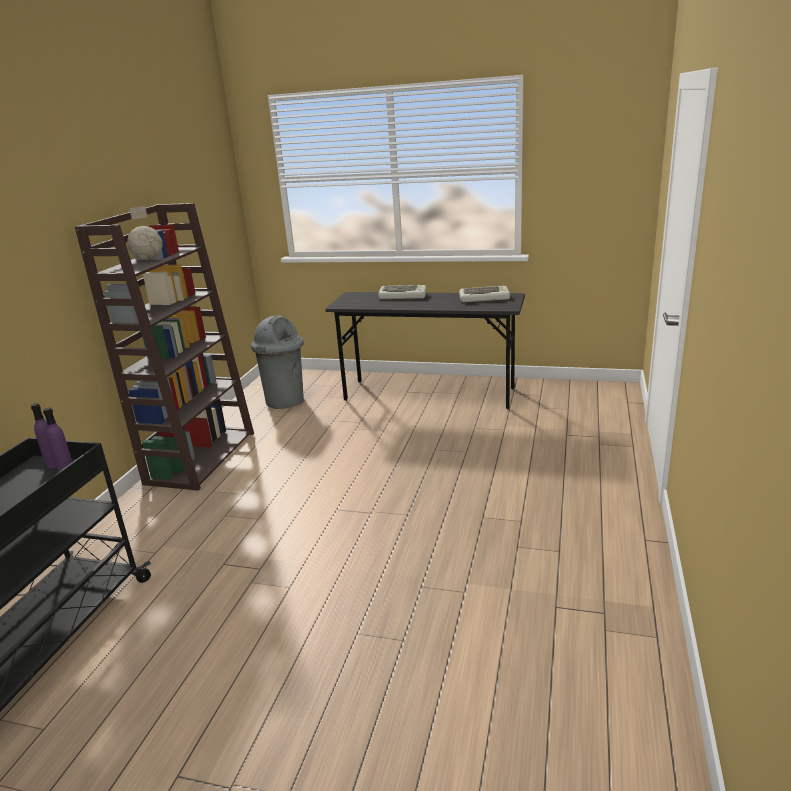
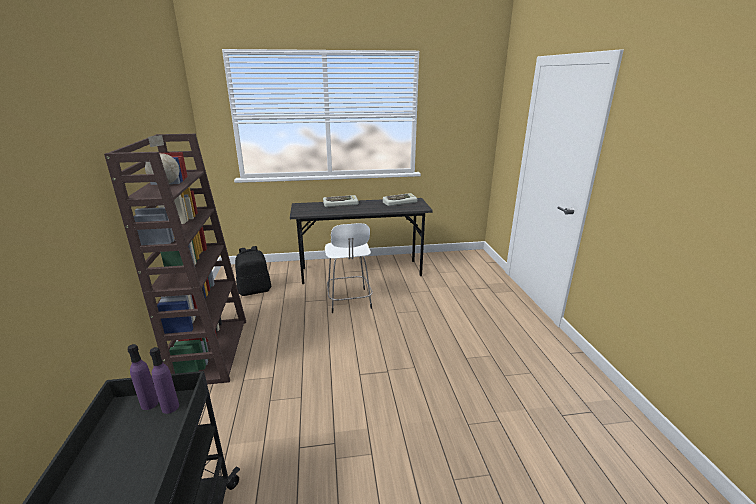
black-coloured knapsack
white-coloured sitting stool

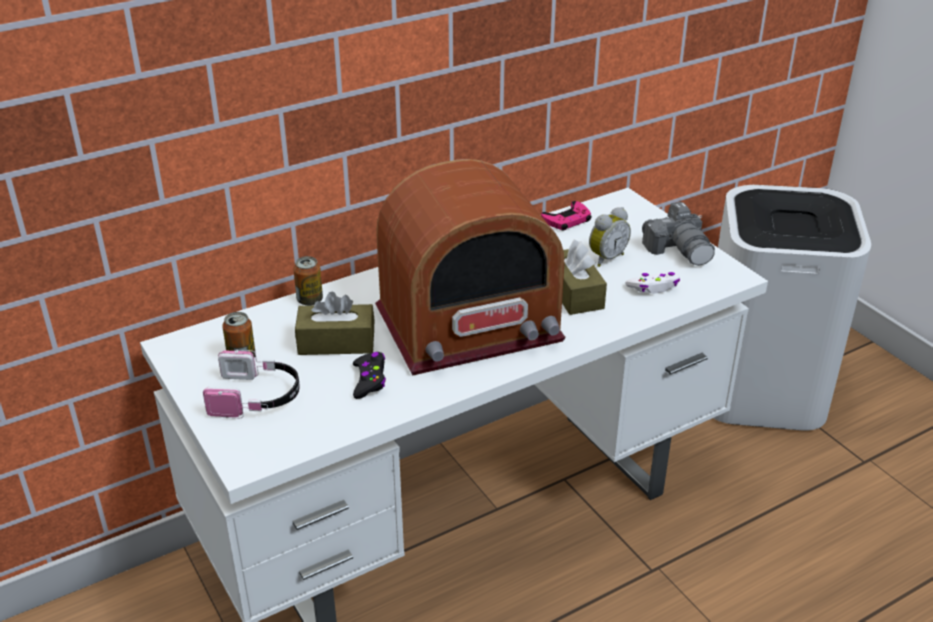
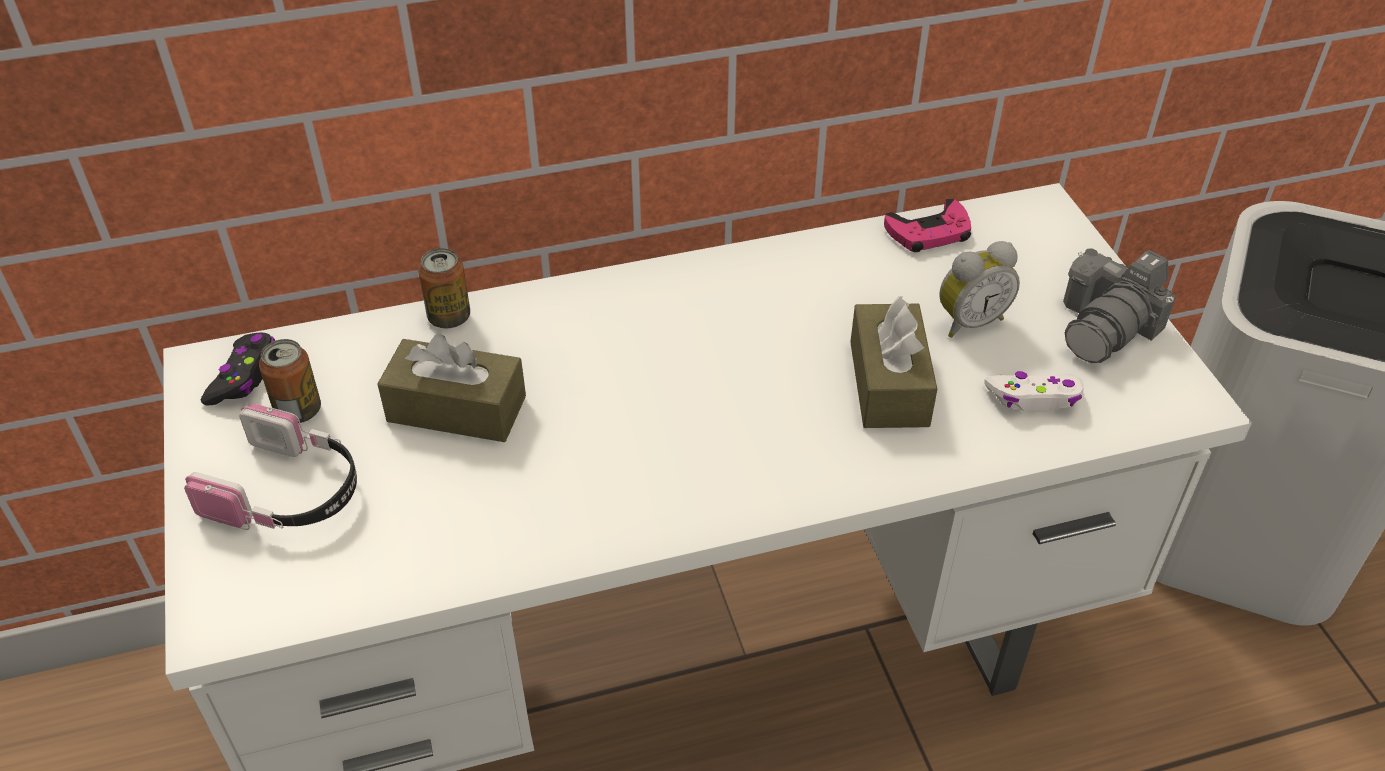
black-coloured gamepad
radio set
still camera

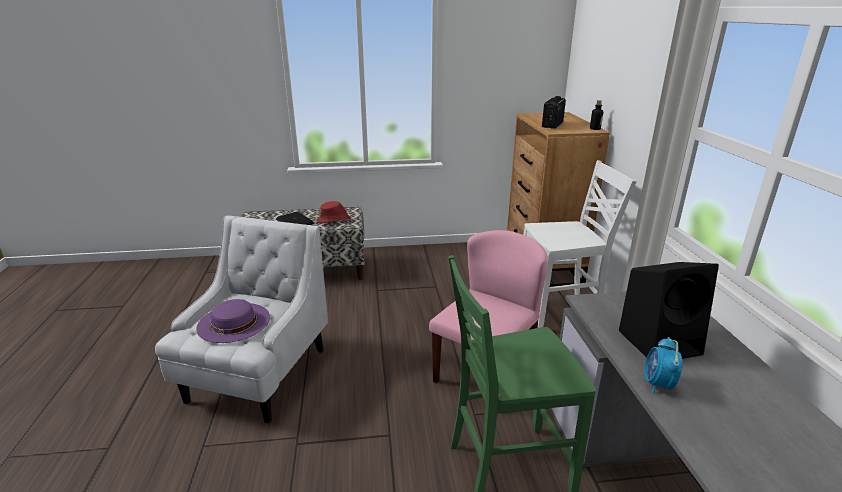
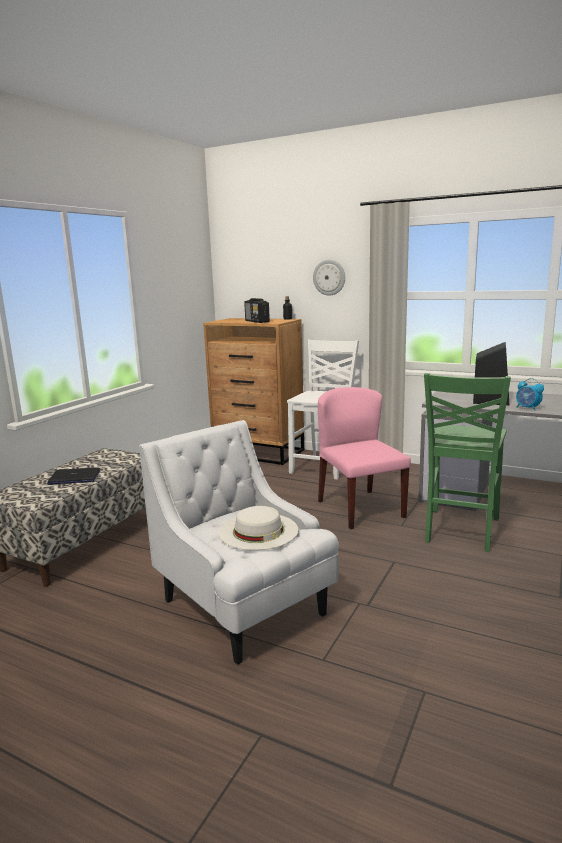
white-coloured hat
reddish hat
clock on the wall

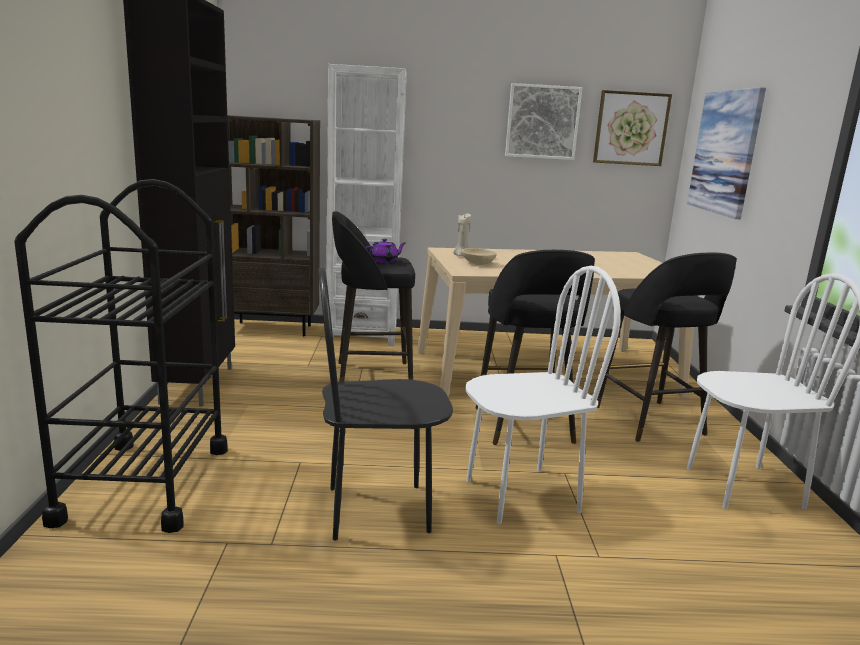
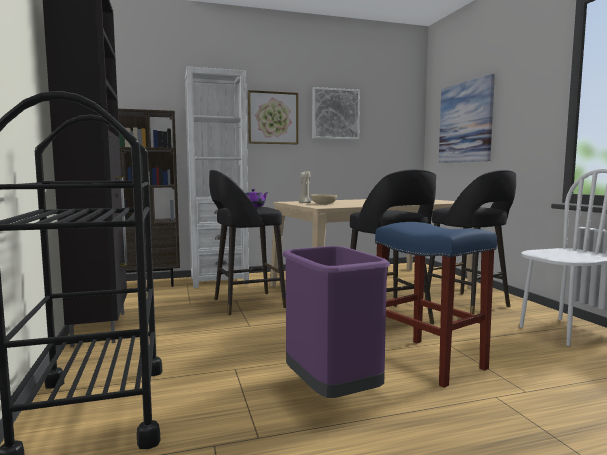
purple trash can
blue sitting stool
picture (1st from left)

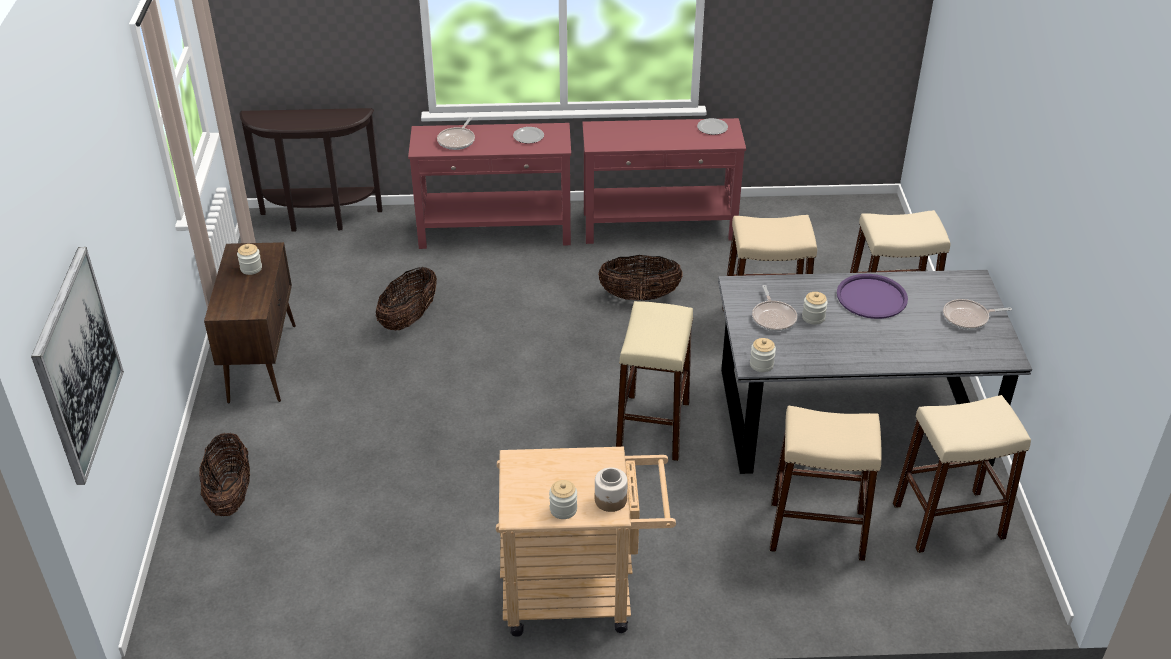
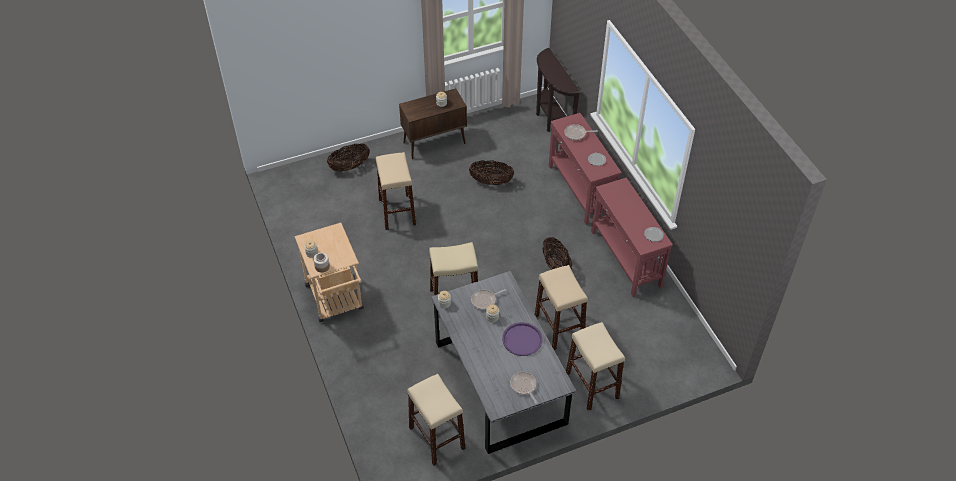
picture
beige-coloured sitting stool (1st from left)

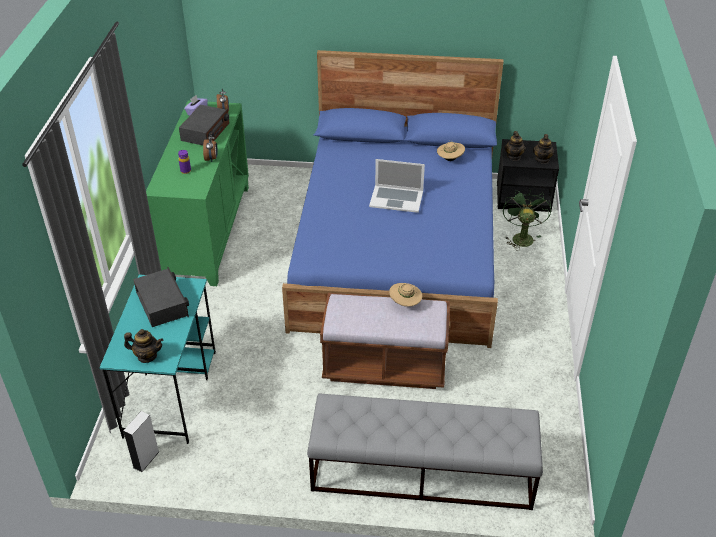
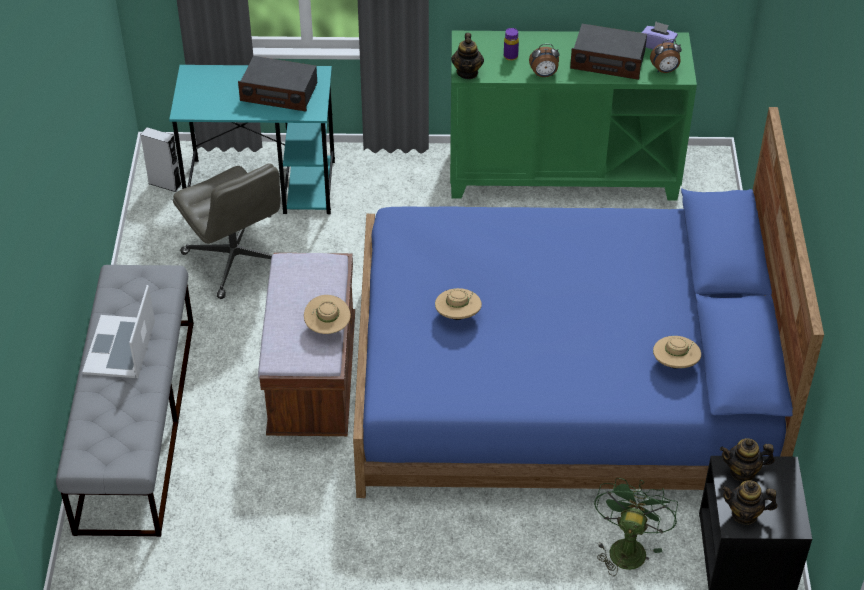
tea pot (1st from left)
radio set (1st from left)
laptop
greenish electric fan
greyish desk chair
beige-coloured hat (2nd from left)

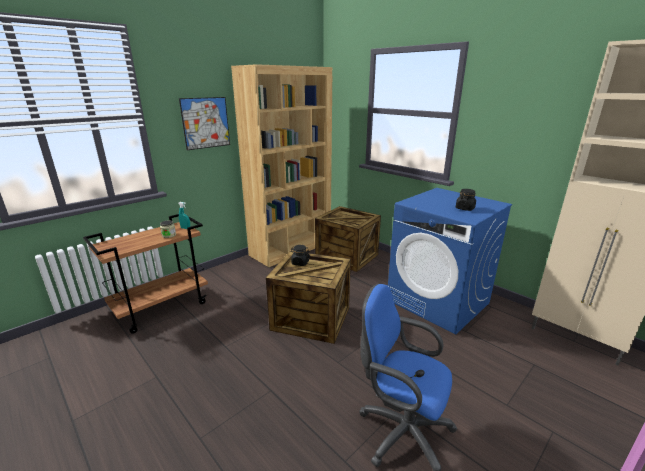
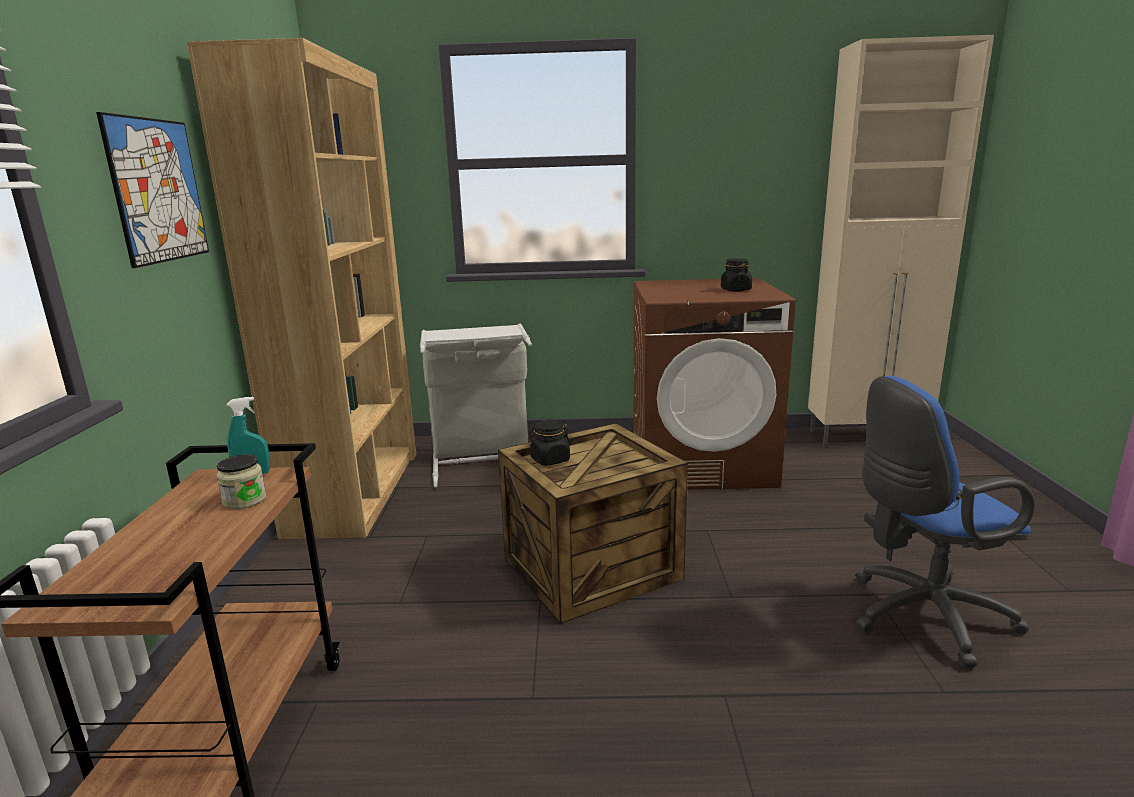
greyish laundry basket
brown washing machine

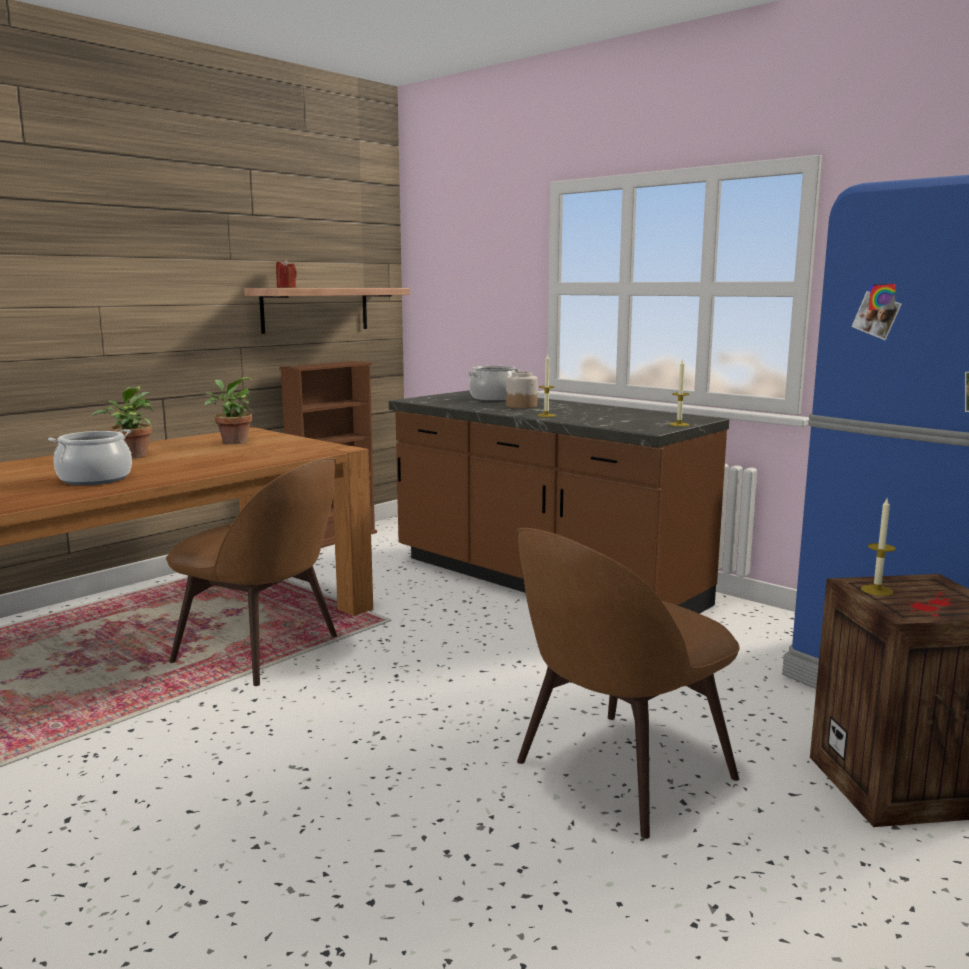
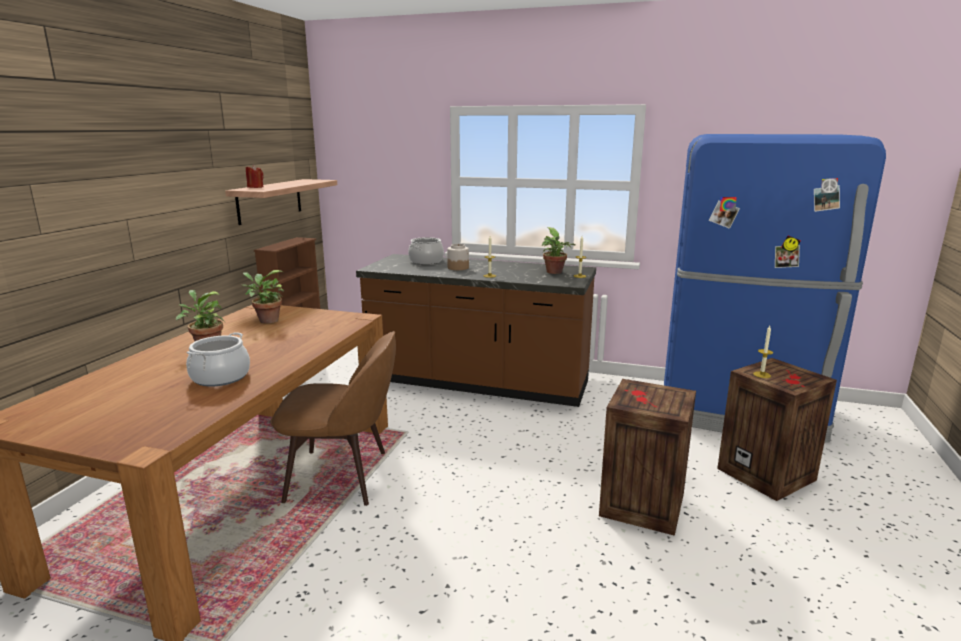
crate (1st from left)
plant in a pot (3rd from left)

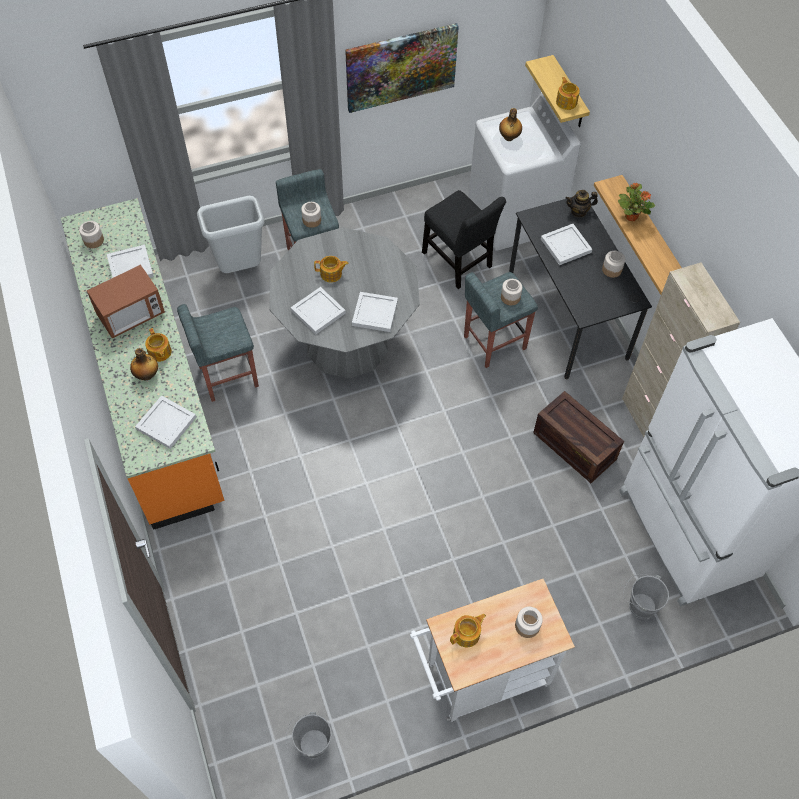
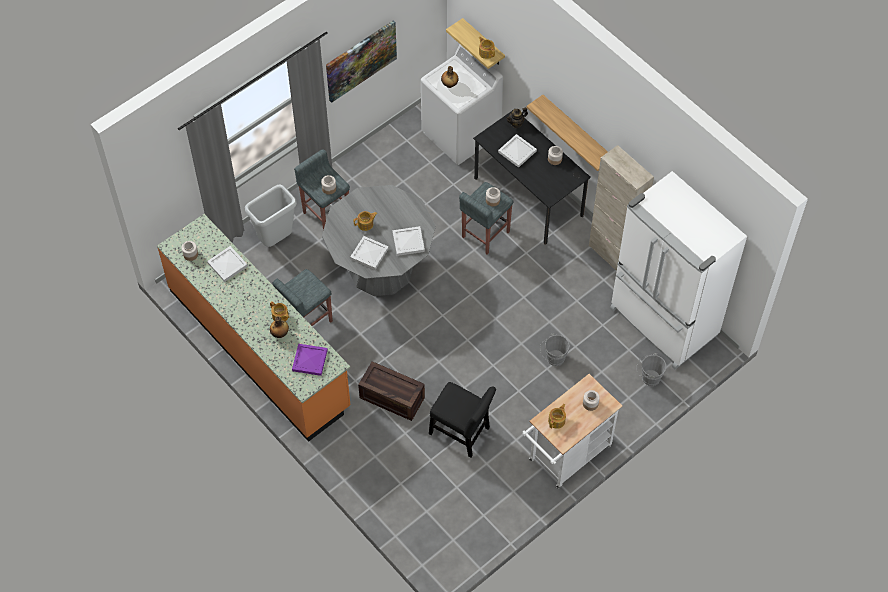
microwave
purple serving tray
greyish bucket (1st from left)
black-coloured upright chair
crate
plant in a pot

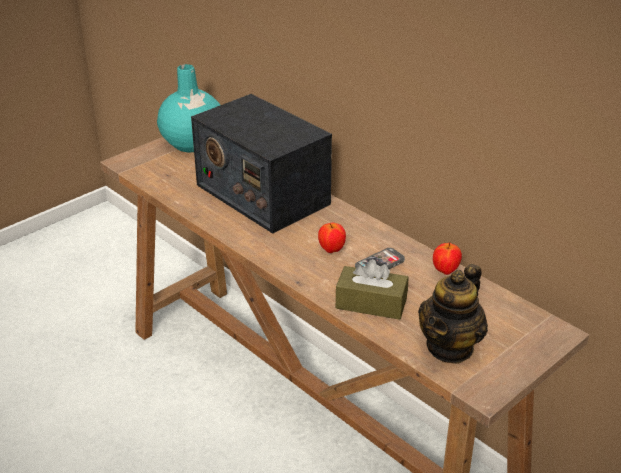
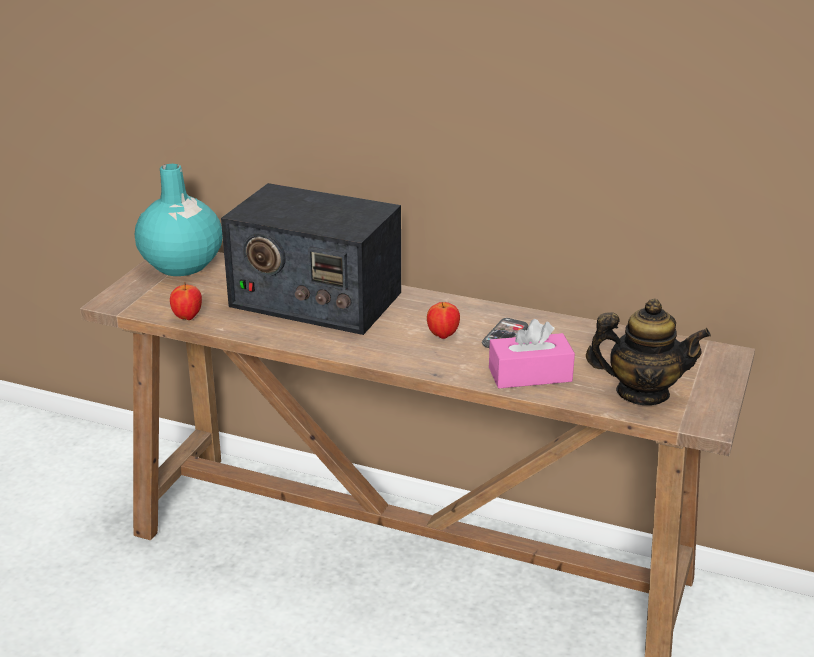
pink-coloured tissue holder
tea pot
apple (1st from left)

